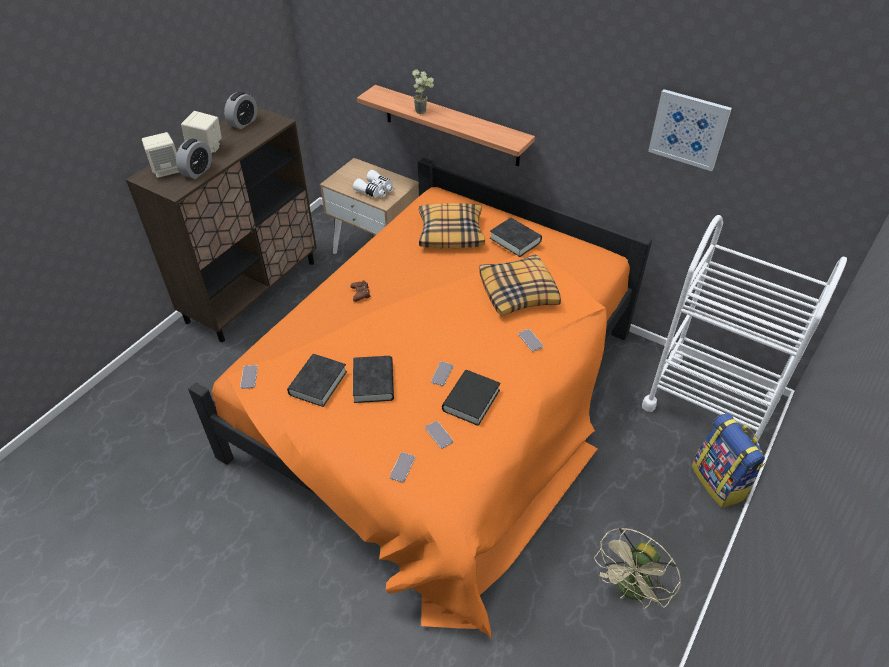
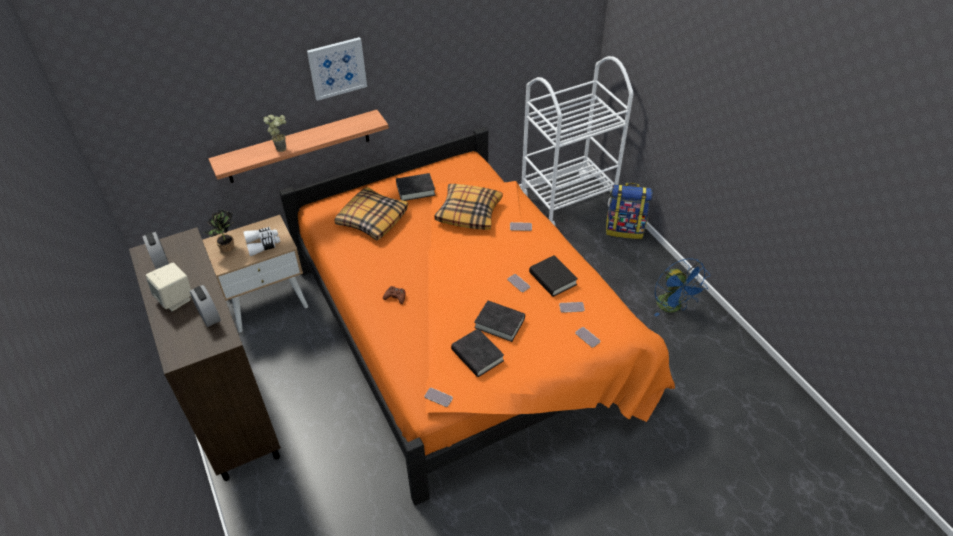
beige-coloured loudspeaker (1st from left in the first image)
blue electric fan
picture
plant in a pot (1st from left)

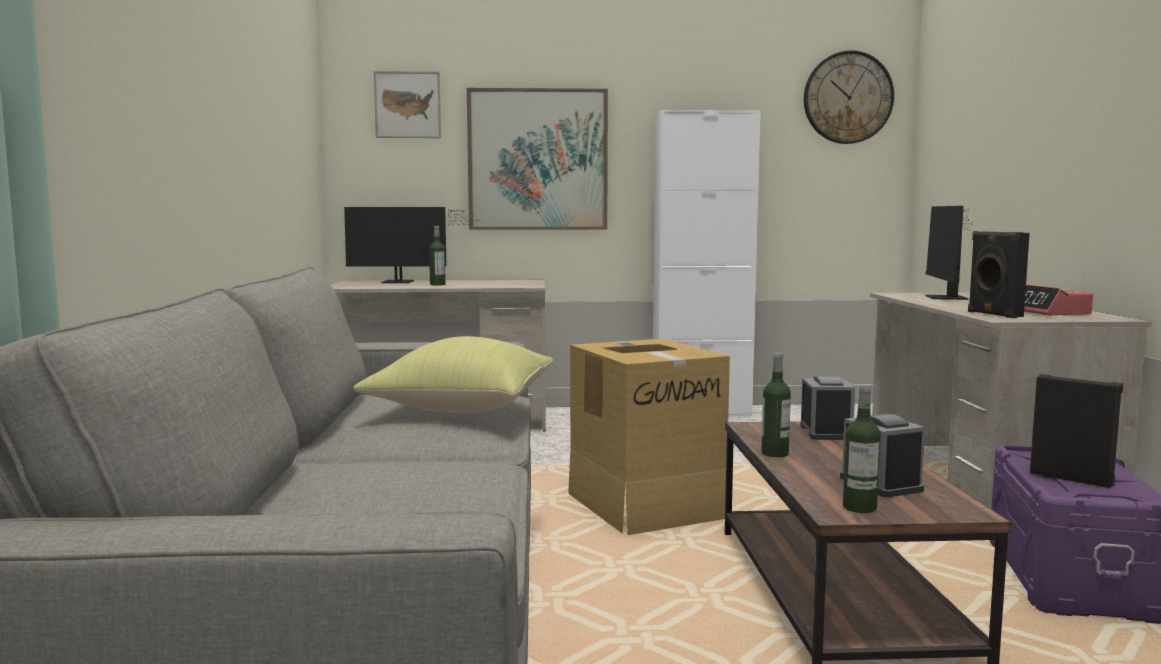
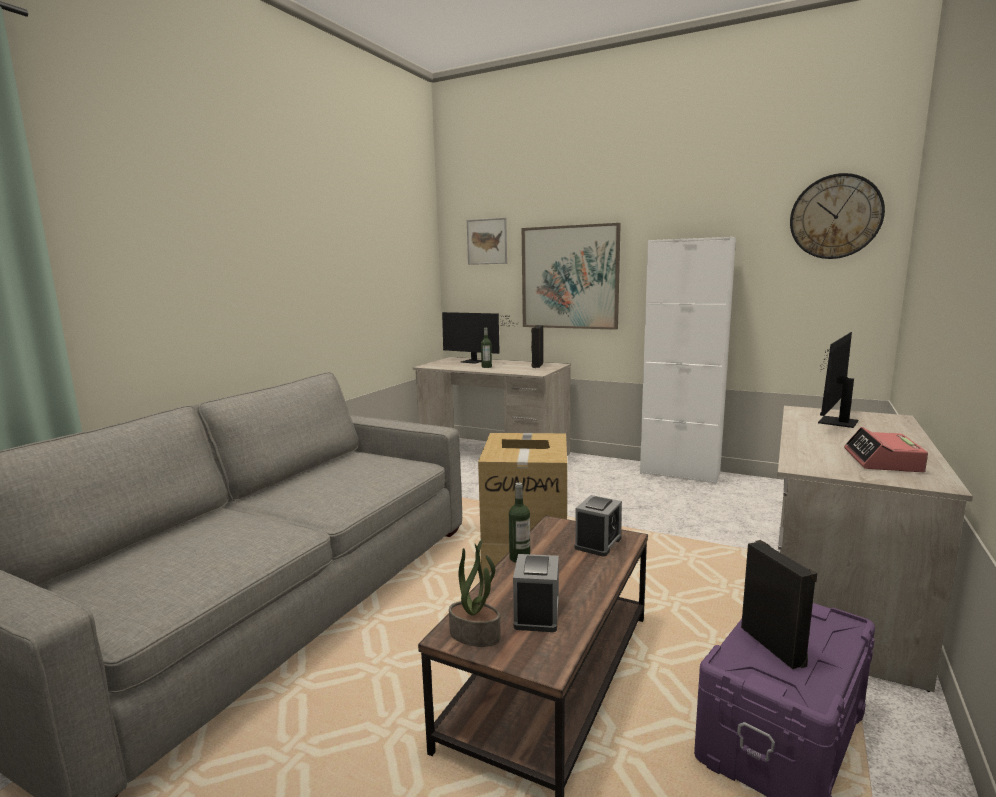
yellow cushion
plant in a pot
black-coloured loudspeaker (1st from left)

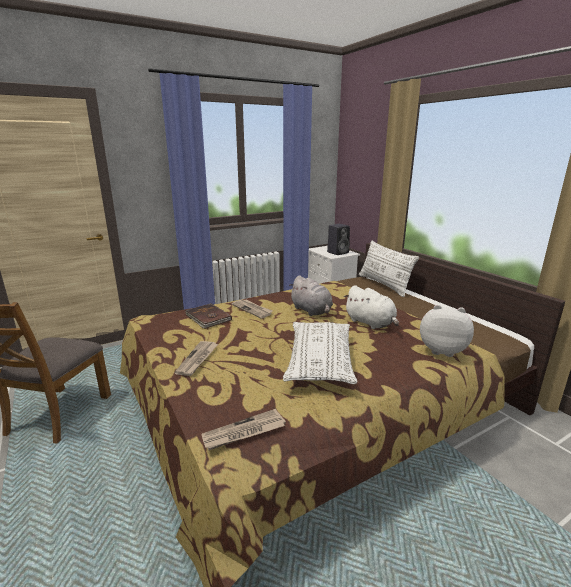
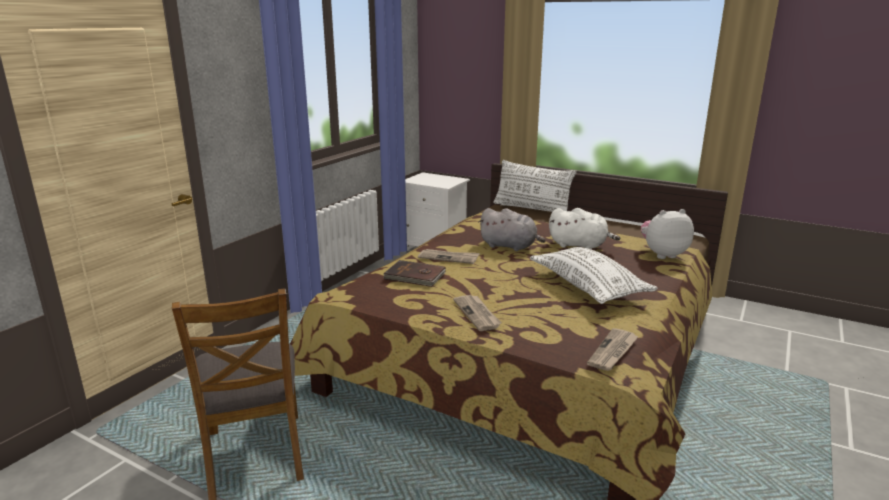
black-coloured loudspeaker

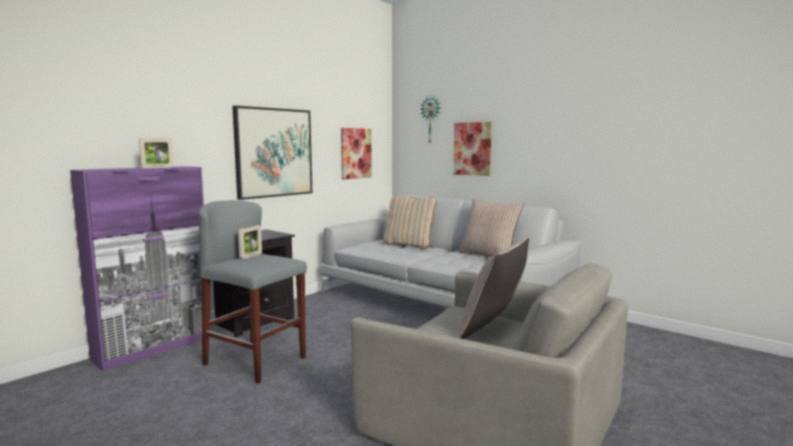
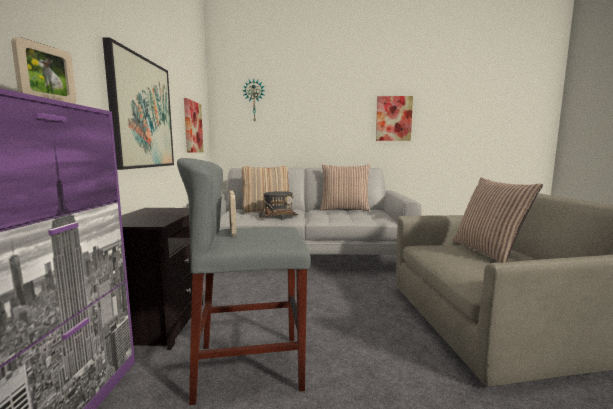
picture (3rd from left)
greyish hat

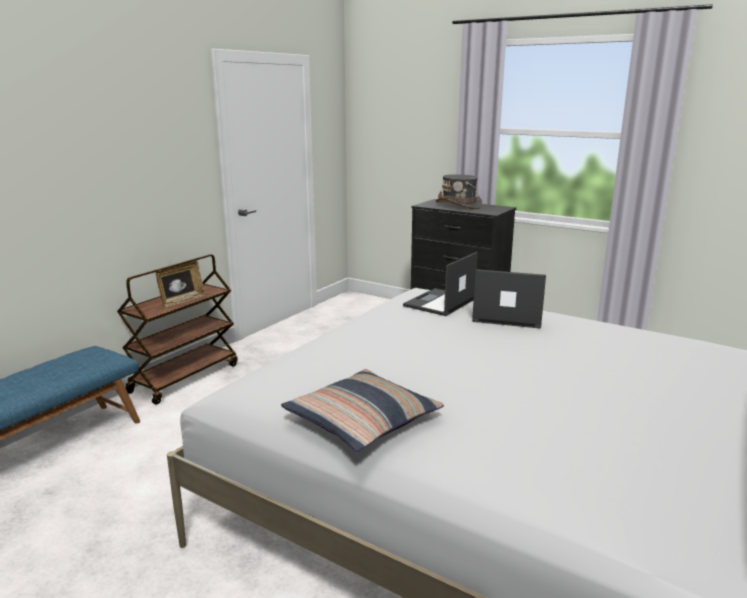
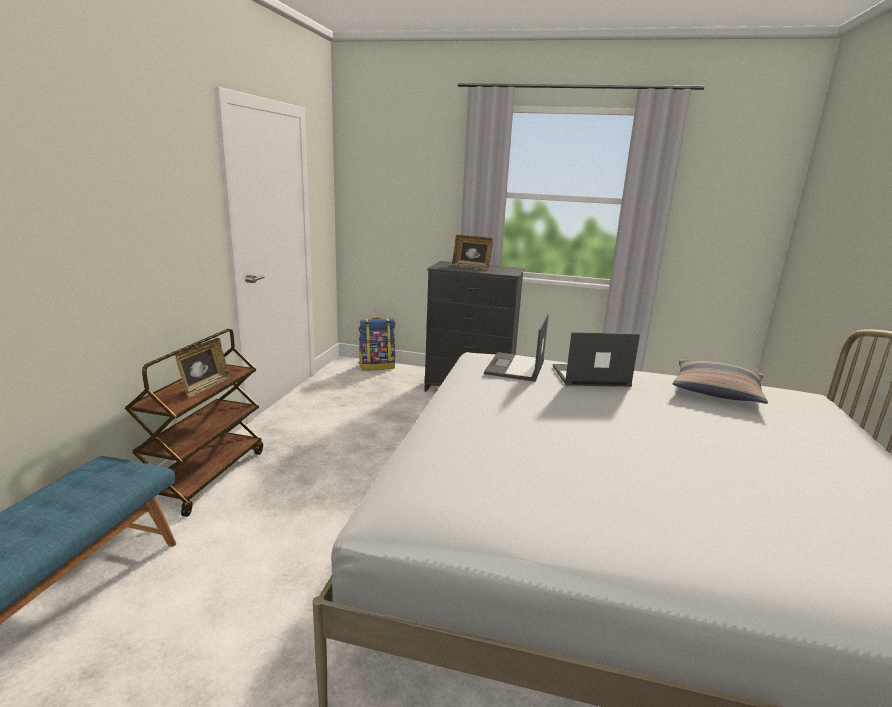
cushion
photo frame (2nd from left)
knapsack

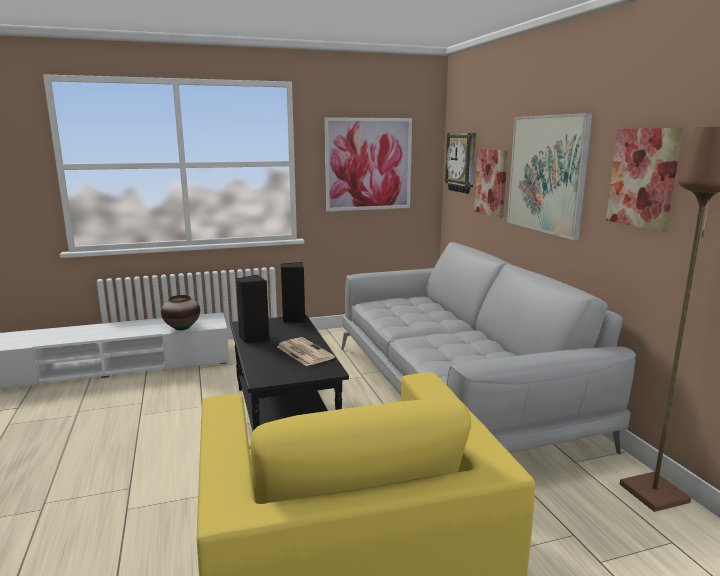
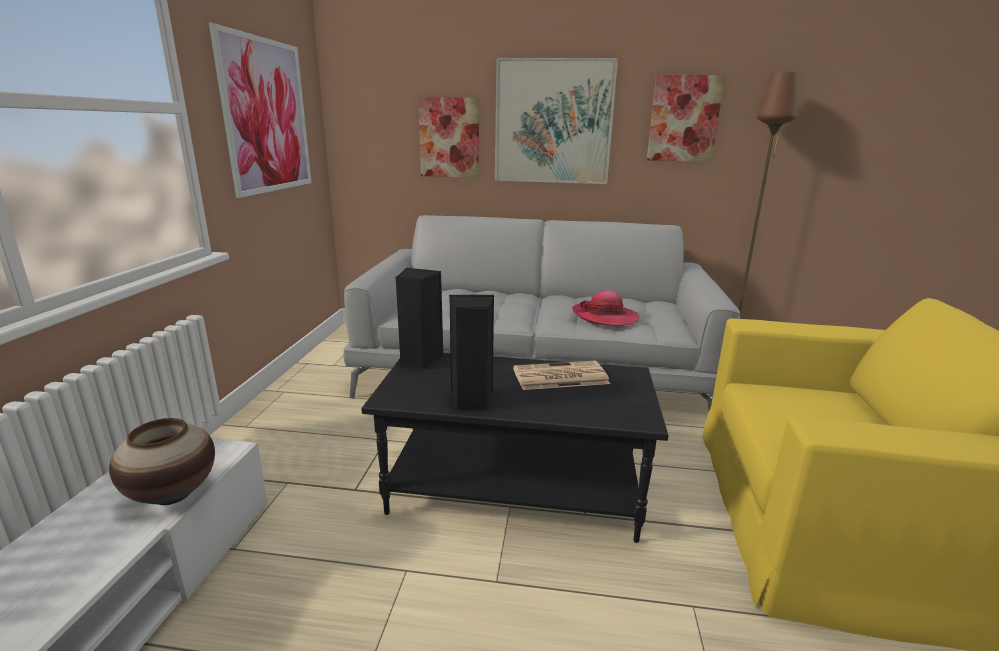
clock on the wall
hat

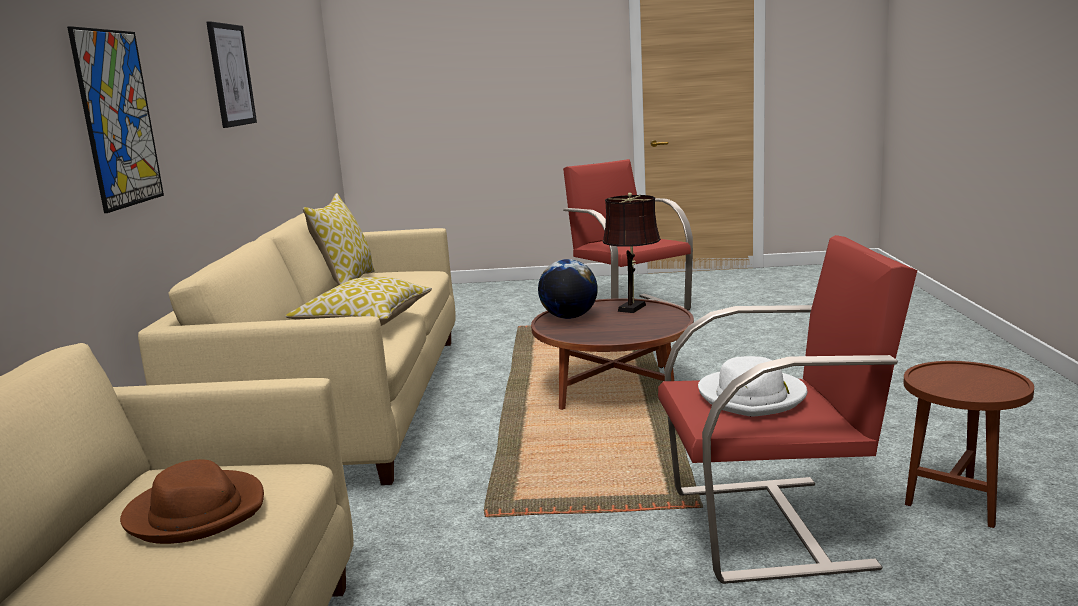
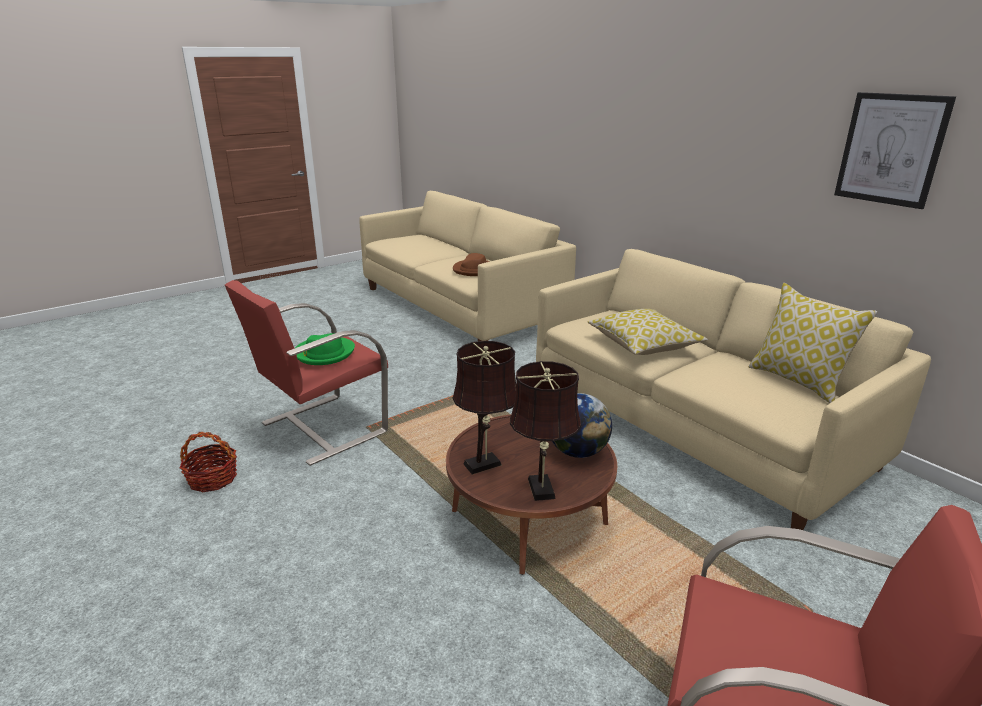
picture (1st from left in the first image)
greenish hat
storage basket
brown lamp for a table (1st from left)

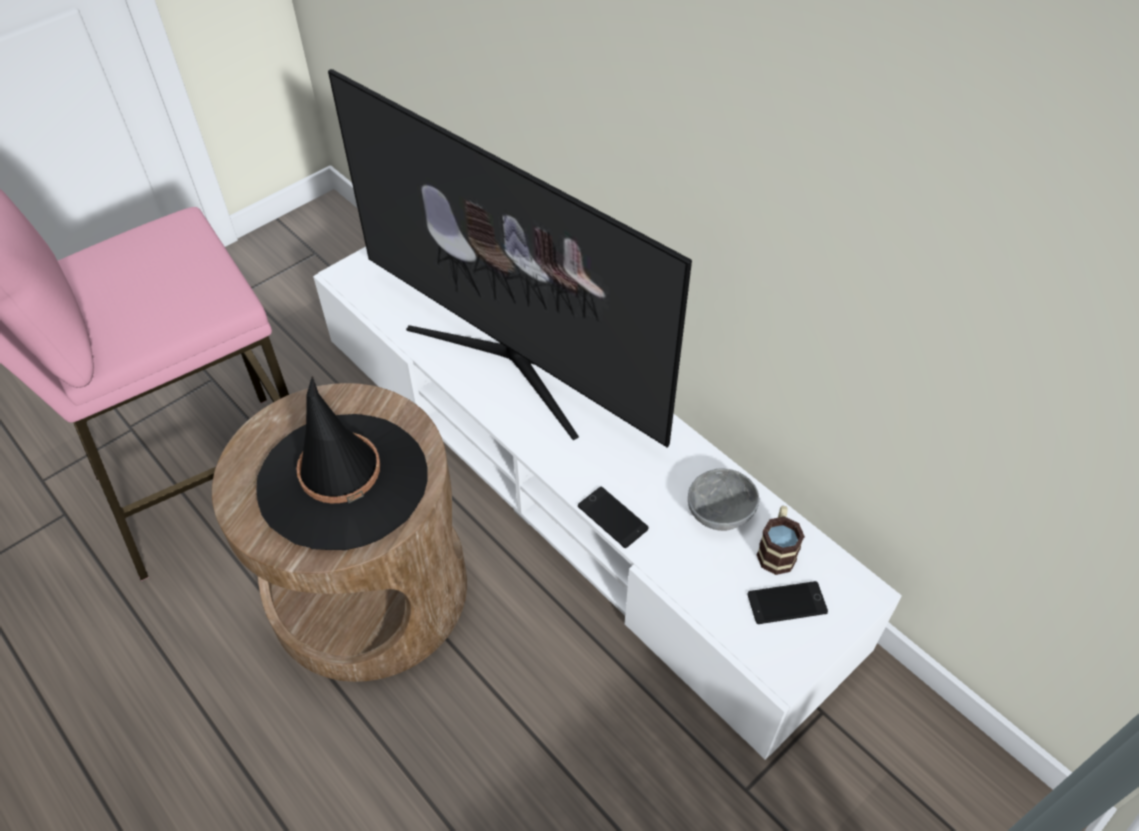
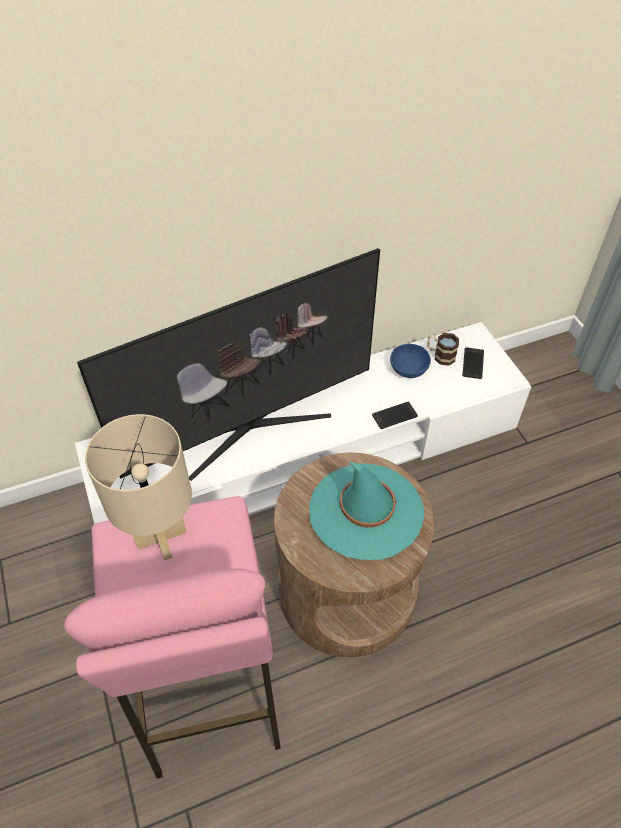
blue-green hat
blue serving bowl
beige-coloured lamp for a table

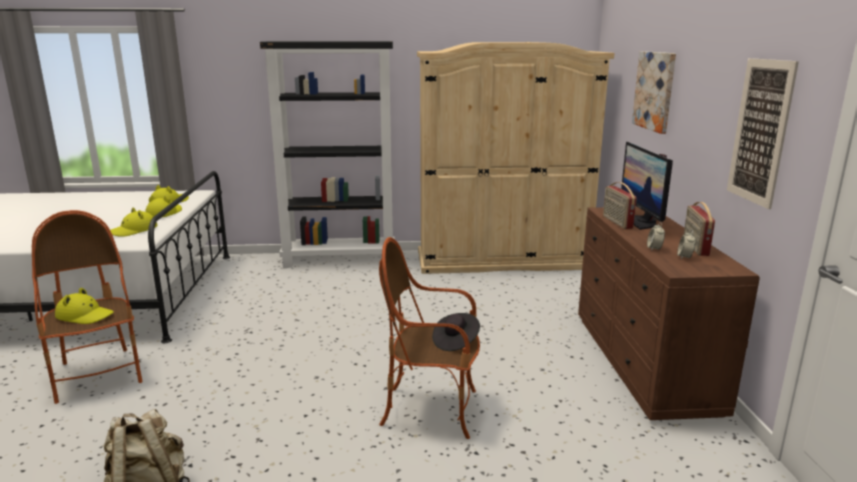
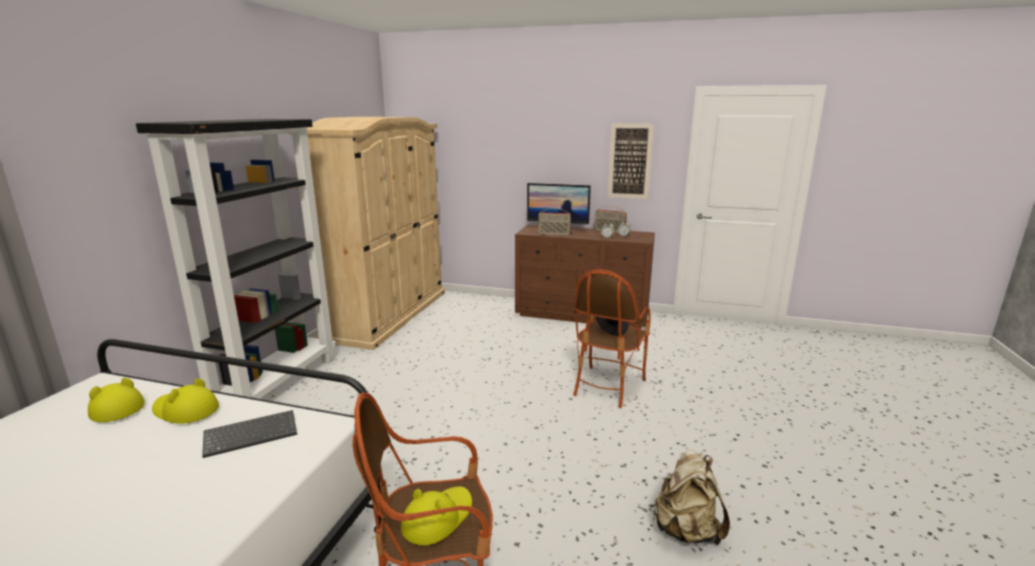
computer keyboard
picture (1st from left in the first image)

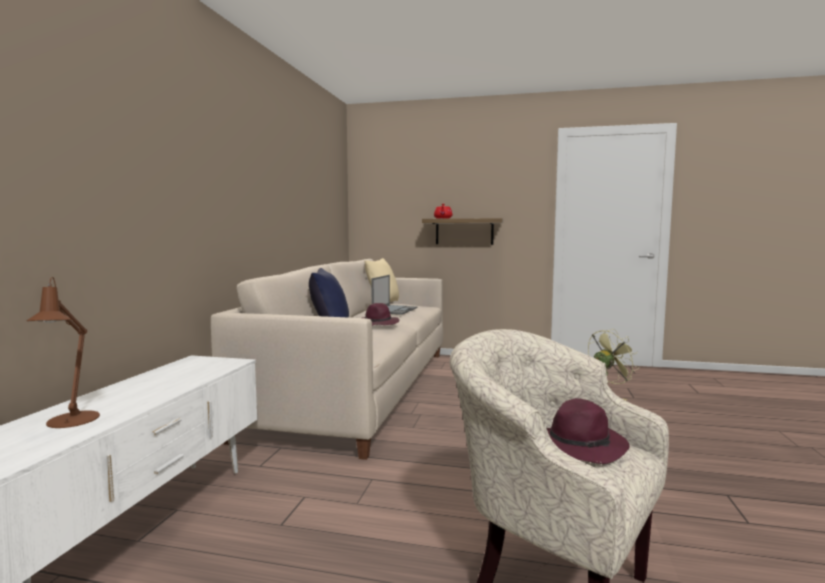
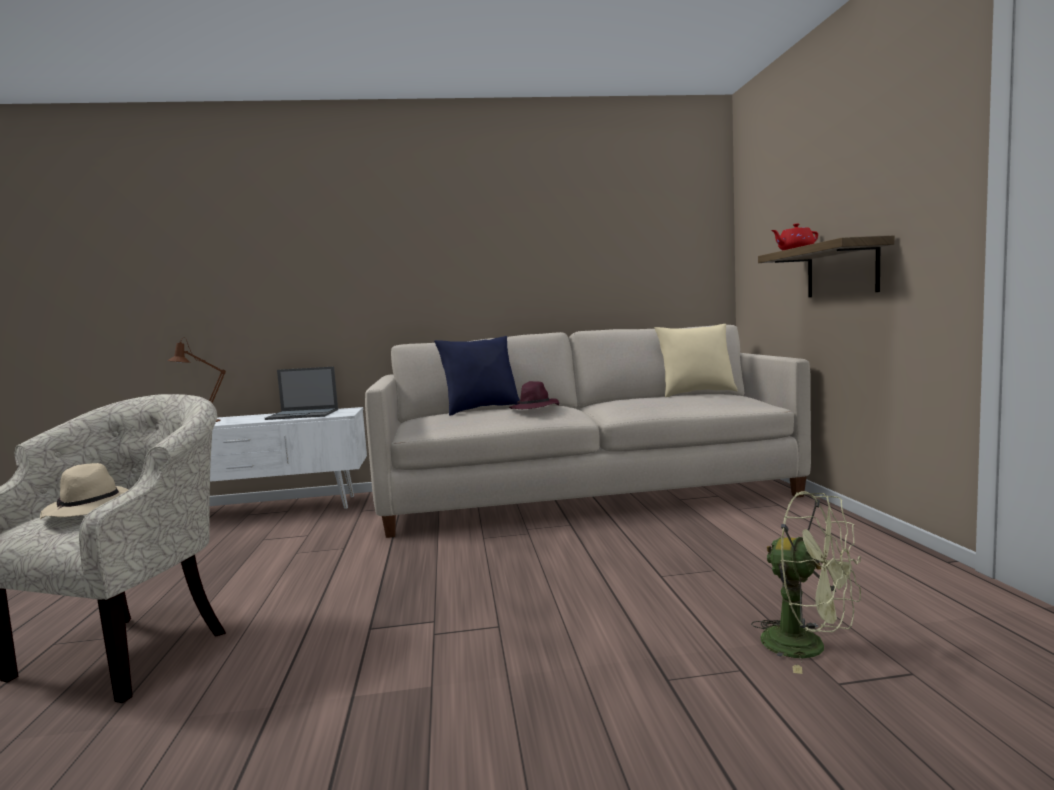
laptop
beige-coloured hat

